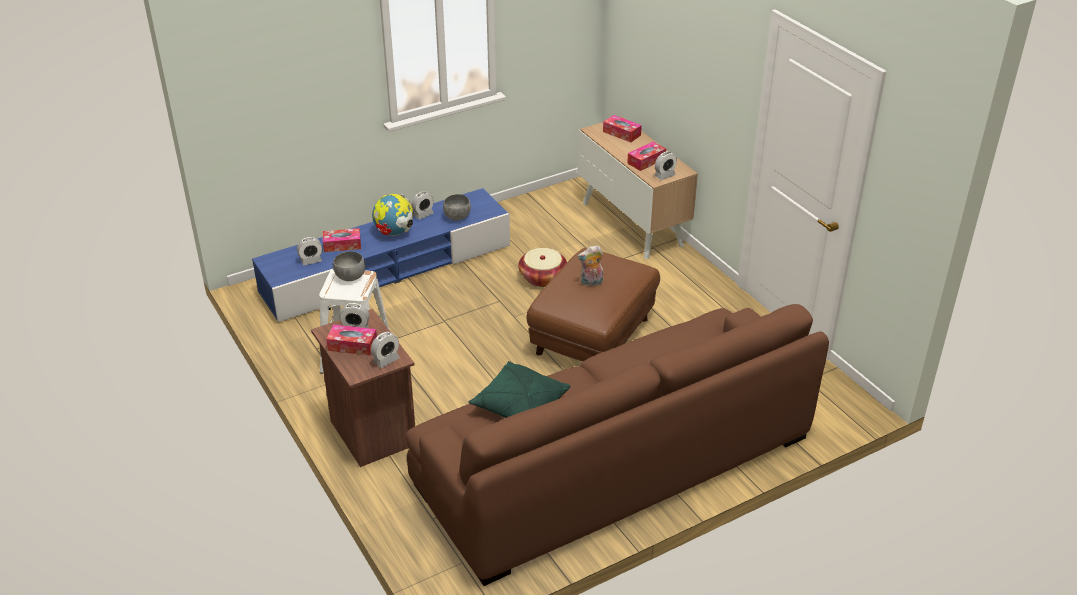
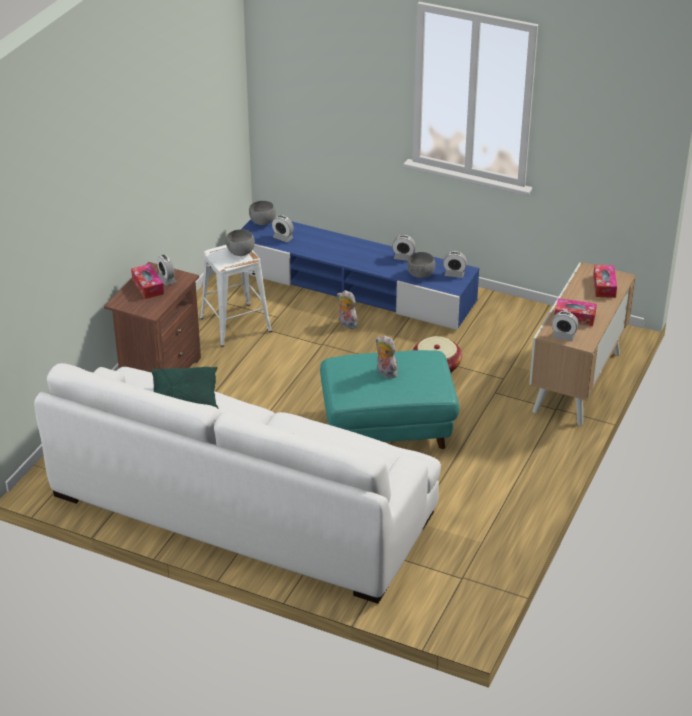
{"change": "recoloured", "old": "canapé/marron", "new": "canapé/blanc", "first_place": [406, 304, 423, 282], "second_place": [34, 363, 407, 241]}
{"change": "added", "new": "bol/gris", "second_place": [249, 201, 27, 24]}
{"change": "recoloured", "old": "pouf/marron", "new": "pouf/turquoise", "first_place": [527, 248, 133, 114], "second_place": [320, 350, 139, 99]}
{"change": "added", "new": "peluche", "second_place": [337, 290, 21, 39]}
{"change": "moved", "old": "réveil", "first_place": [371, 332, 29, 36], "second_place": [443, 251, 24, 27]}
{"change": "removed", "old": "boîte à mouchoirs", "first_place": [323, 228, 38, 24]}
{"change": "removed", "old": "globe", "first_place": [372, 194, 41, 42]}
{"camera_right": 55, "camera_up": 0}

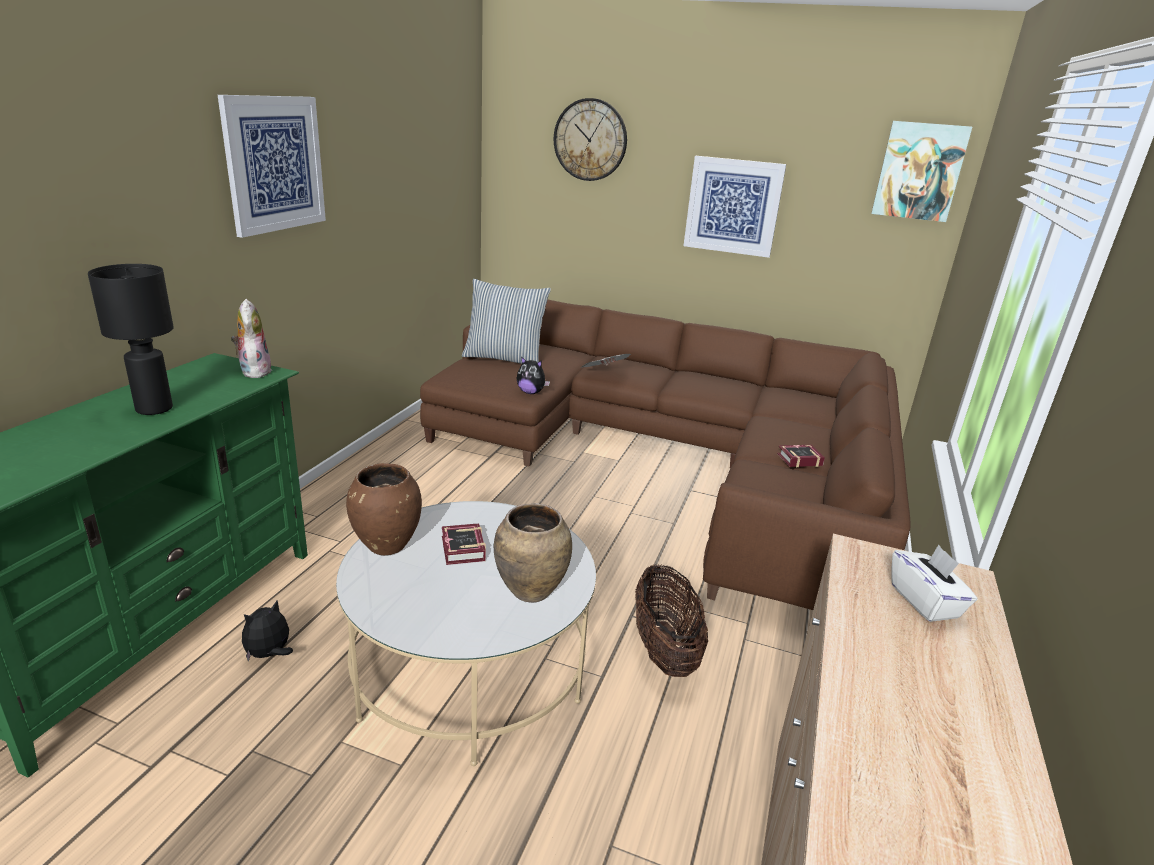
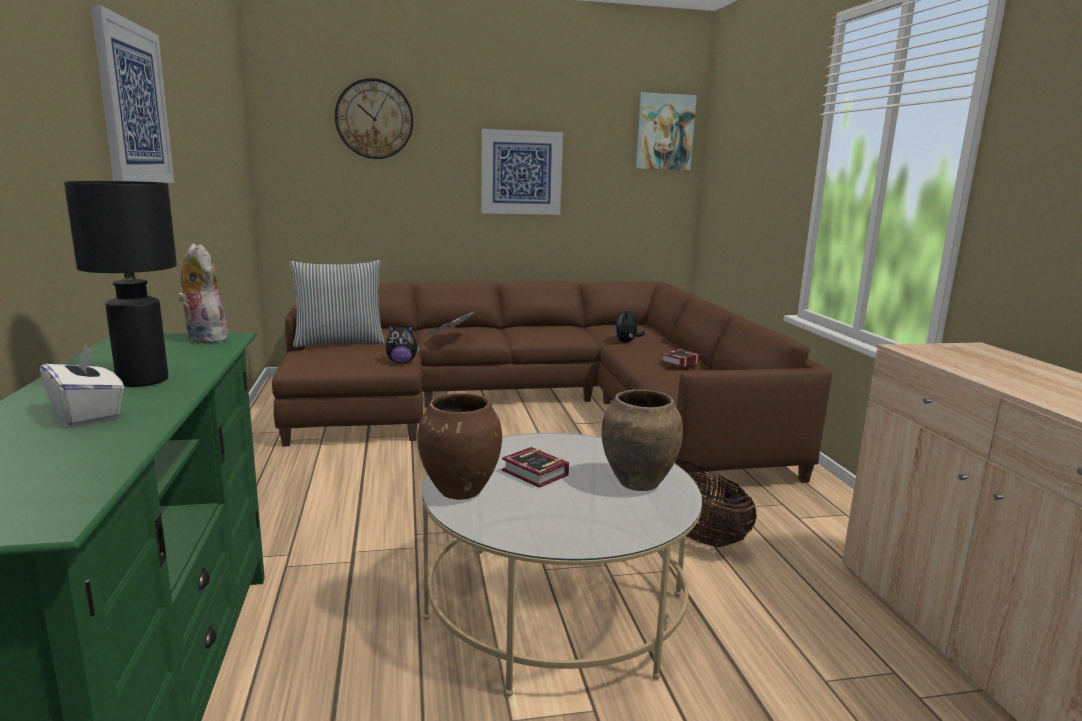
{"change": "moved", "old": "boîte à mouchoirs/blanc", "first_place": [891, 545, 87, 77], "second_place": [40, 345, 84, 82]}
{"change": "moved", "old": "peluche", "first_place": [242, 600, 51, 62], "second_place": [615, 310, 30, 32]}
{"camera_right": -30, "camera_up": -10}

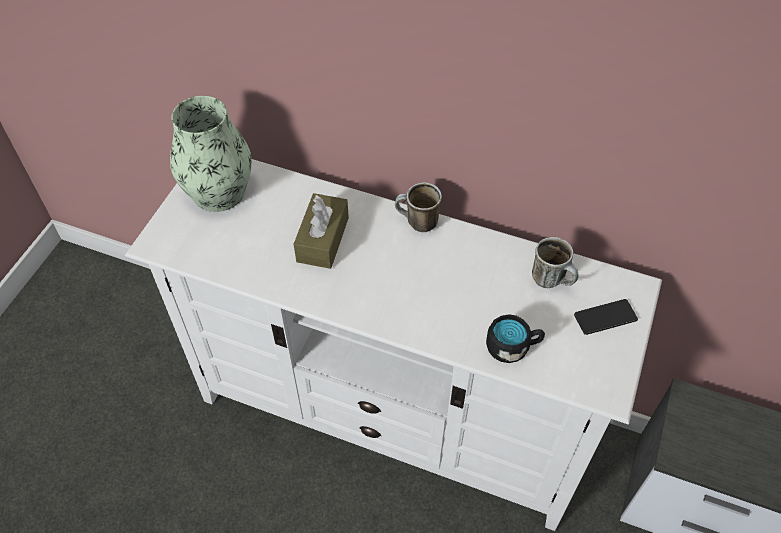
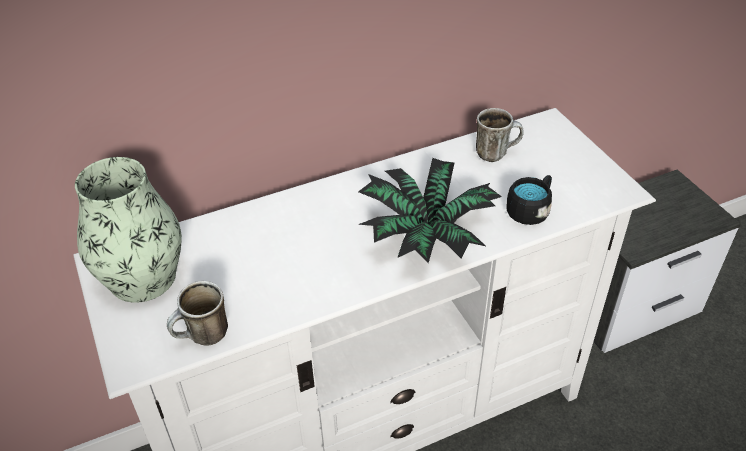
{"change": "moved", "old": "mug", "first_place": [395, 182, 47, 50], "second_place": [167, 281, 61, 65]}
{"change": "added", "new": "plante en pot", "second_place": [358, 158, 144, 105]}
{"change": "removed", "old": "boîte à mouchoirs/marron", "first_place": [294, 193, 55, 76]}
{"change": "removed", "old": "téléphone", "first_place": [574, 299, 64, 36]}
{"camera_right": -45, "camera_up": -10}

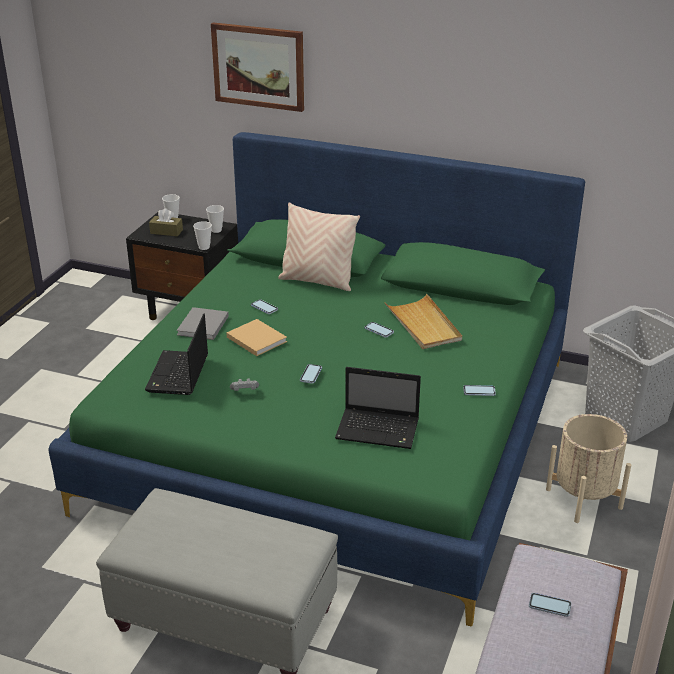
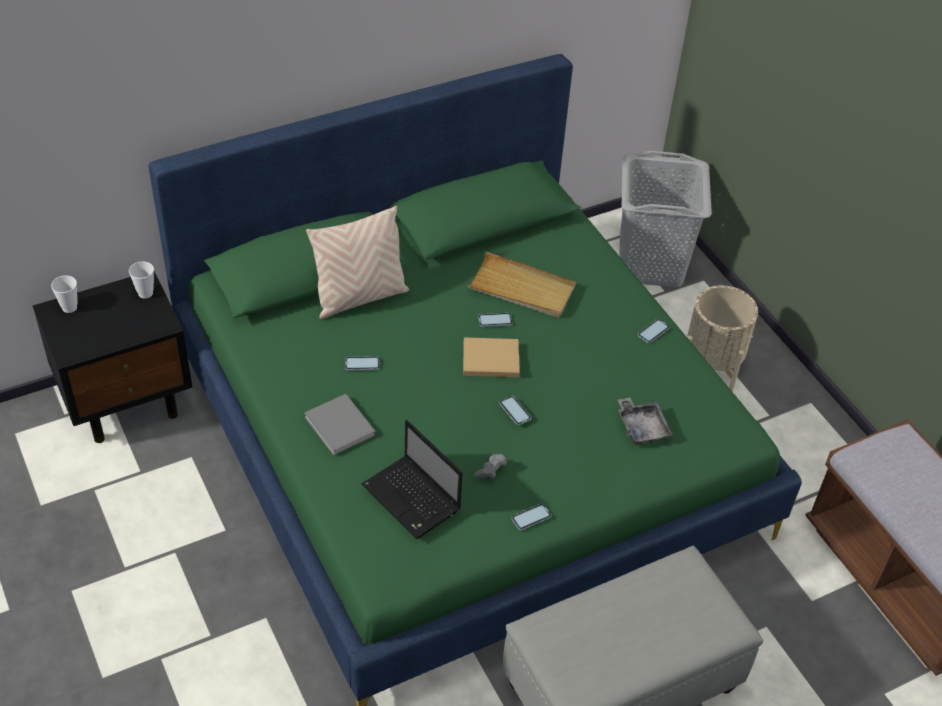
{"change": "moved", "old": "livre/beige", "first_place": [227, 319, 60, 37], "second_place": [463, 337, 57, 40]}
{"change": "moved", "old": "téléphone", "first_place": [529, 593, 43, 24], "second_place": [511, 503, 40, 28]}
{"change": "replaced", "old": "ordinateur portable", "new": "plateau/gris", "first_place": [335, 367, 86, 82], "second_place": [618, 398, 55, 47]}
{"change": "removed", "old": "boîte à mouchoirs/marron", "first_place": [149, 208, 34, 28]}
{"change": "removed", "old": "tasse", "first_place": [193, 221, 19, 29]}
{"change": "removed", "old": "tableau", "first_place": [211, 22, 93, 90]}
{"camera_right": -50, "camera_up": 15}

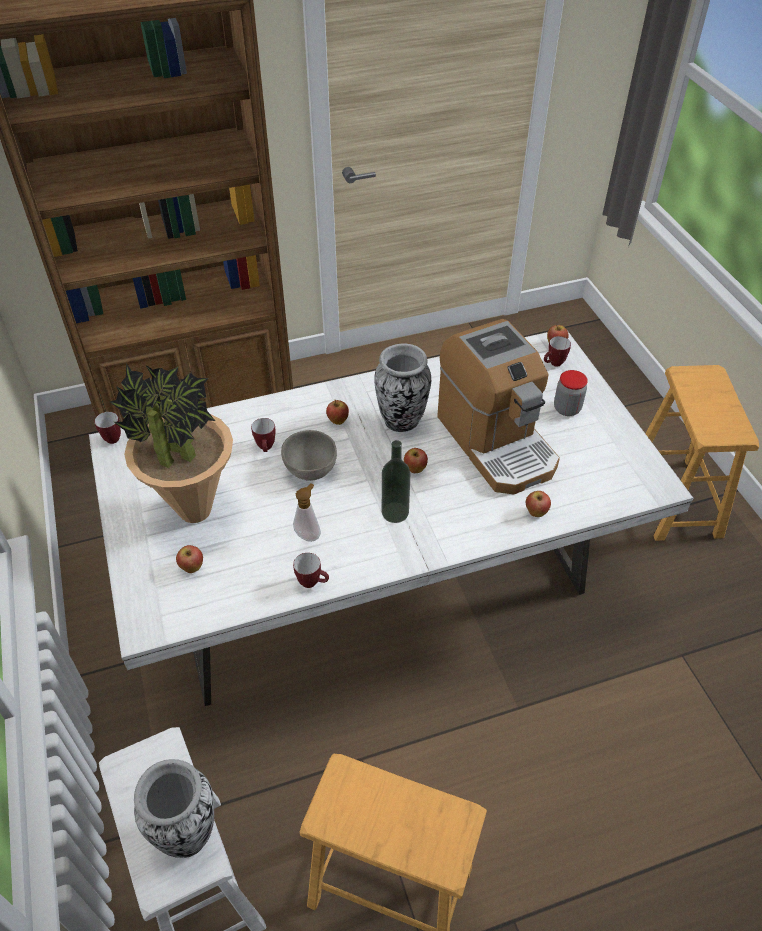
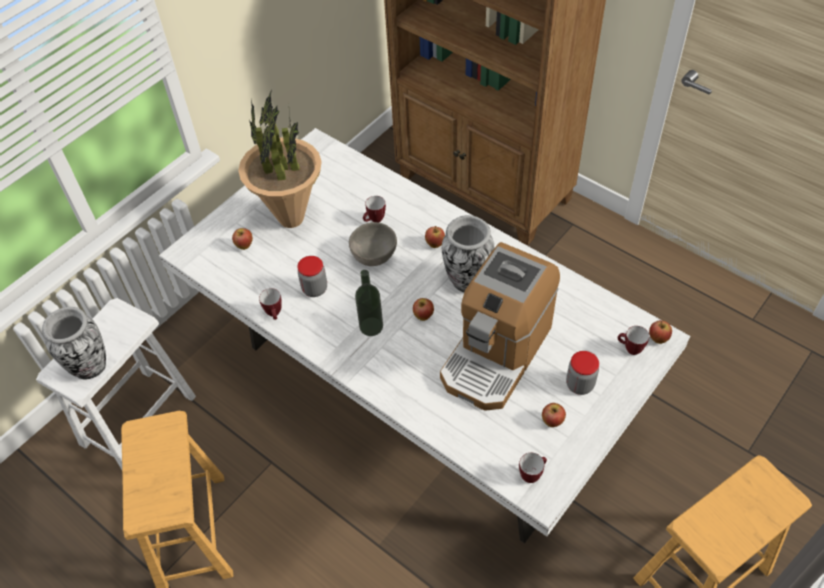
{"change": "replaced", "old": "distributeur de savon", "new": "bocal", "first_place": [293, 483, 28, 59], "second_place": [297, 256, 30, 41]}
{"change": "moved", "old": "mug", "first_place": [94, 412, 27, 32], "second_place": [519, 453, 28, 30]}
{"change": "moved", "old": "pomme", "first_place": [526, 491, 25, 26], "second_place": [542, 403, 24, 24]}
{"camera_right": 60, "camera_up": 5}

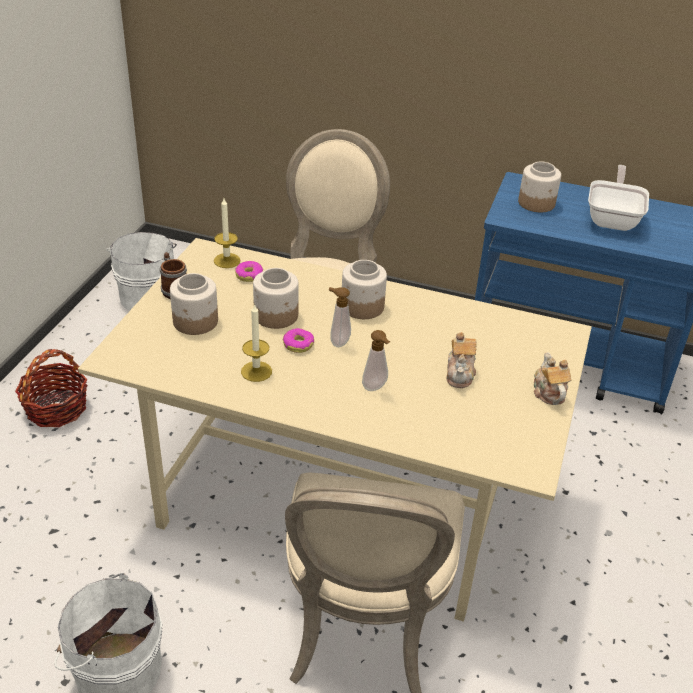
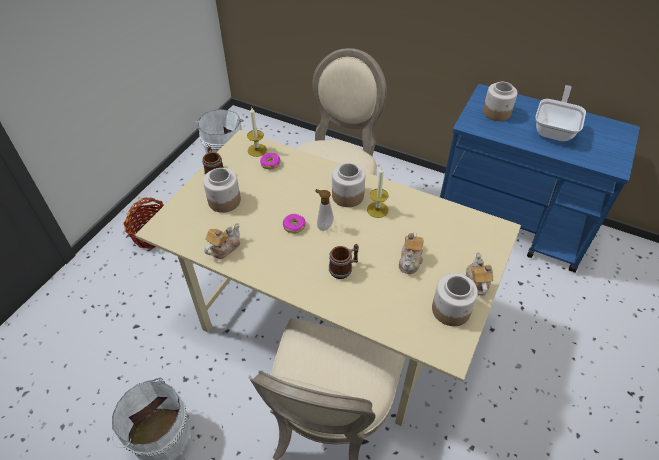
{"change": "added", "new": "théière", "second_place": [204, 223, 36, 36]}
{"change": "replaced", "old": "distributeur de savon", "new": "mug", "first_place": [362, 330, 28, 61], "second_place": [329, 244, 30, 35]}
{"change": "moved", "old": "bougie", "first_place": [241, 303, 31, 79], "second_place": [367, 167, 22, 51]}
{"change": "moved", "old": "bocal", "first_place": [253, 268, 46, 61], "second_place": [432, 273, 46, 53]}
{"camera_right": 10, "camera_up": 10}

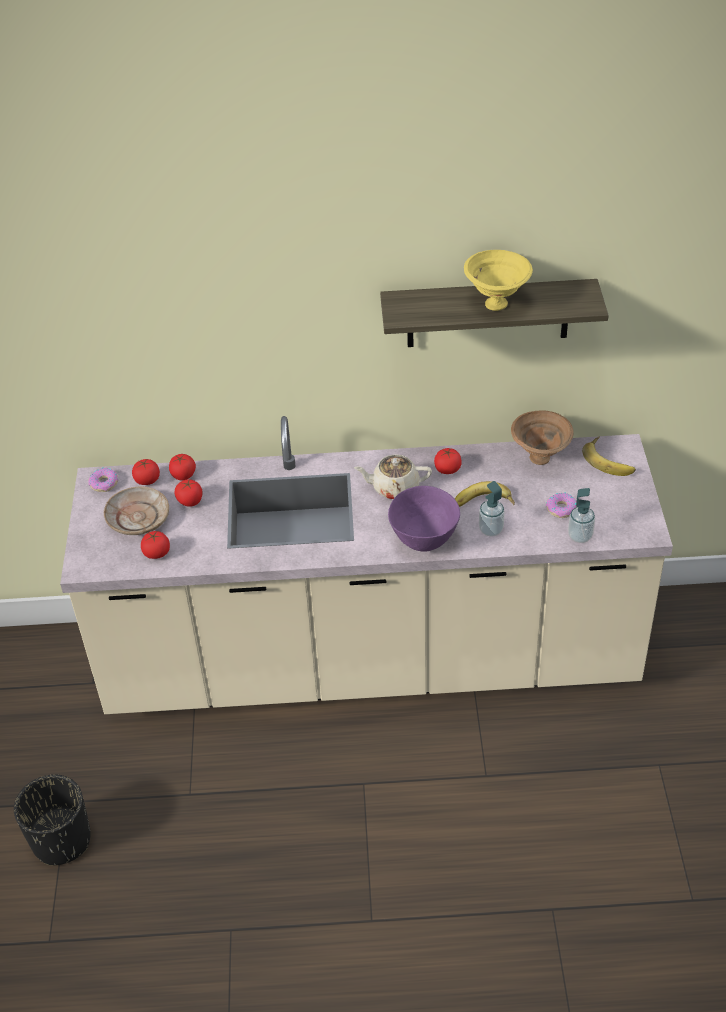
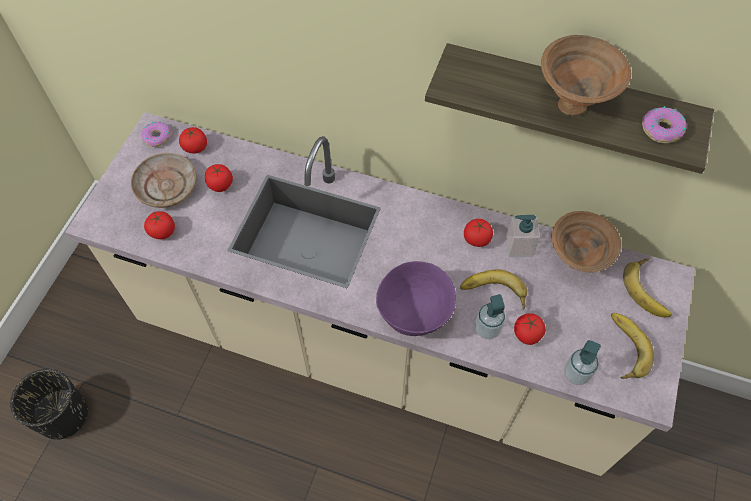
{"change": "added", "new": "distributeur de savon", "second_place": [506, 215, 34, 42]}
{"change": "moved", "old": "tomate", "first_place": [169, 454, 27, 27], "second_place": [514, 313, 32, 32]}
{"change": "recoloured", "old": "bol/jaune", "new": "bol/marron", "first_place": [464, 250, 69, 61], "second_place": [541, 35, 90, 81]}
{"change": "added", "new": "banane", "second_place": [611, 313, 43, 66]}
{"change": "moved", "old": "beignet", "first_place": [546, 492, 31, 26], "second_place": [642, 106, 45, 37]}
{"change": "removed", "old": "théière/beige", "first_place": [354, 454, 78, 45]}
{"camera_right": 20, "camera_up": 15}

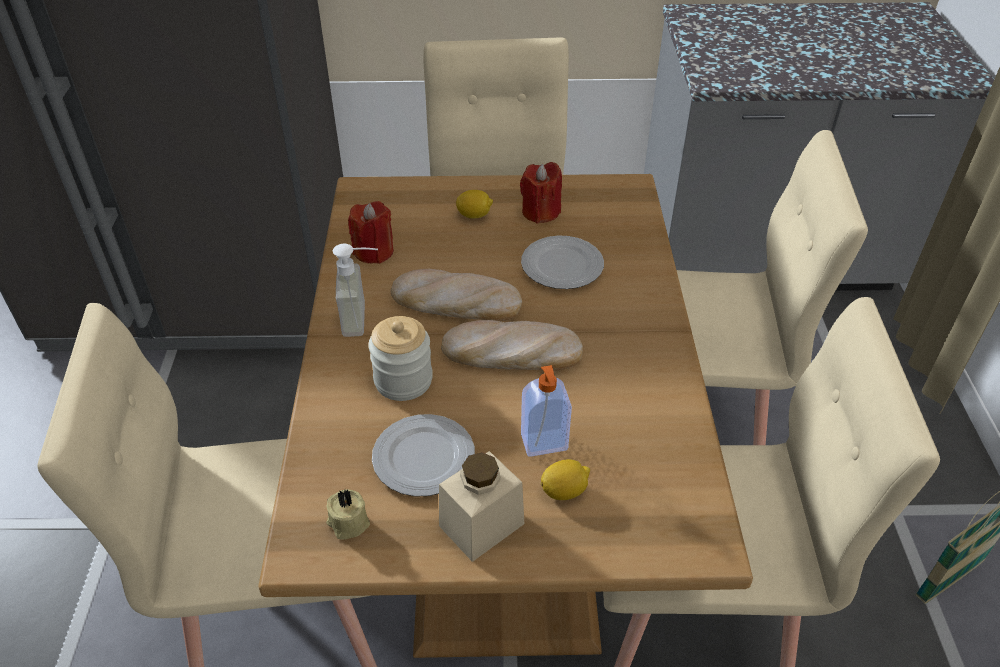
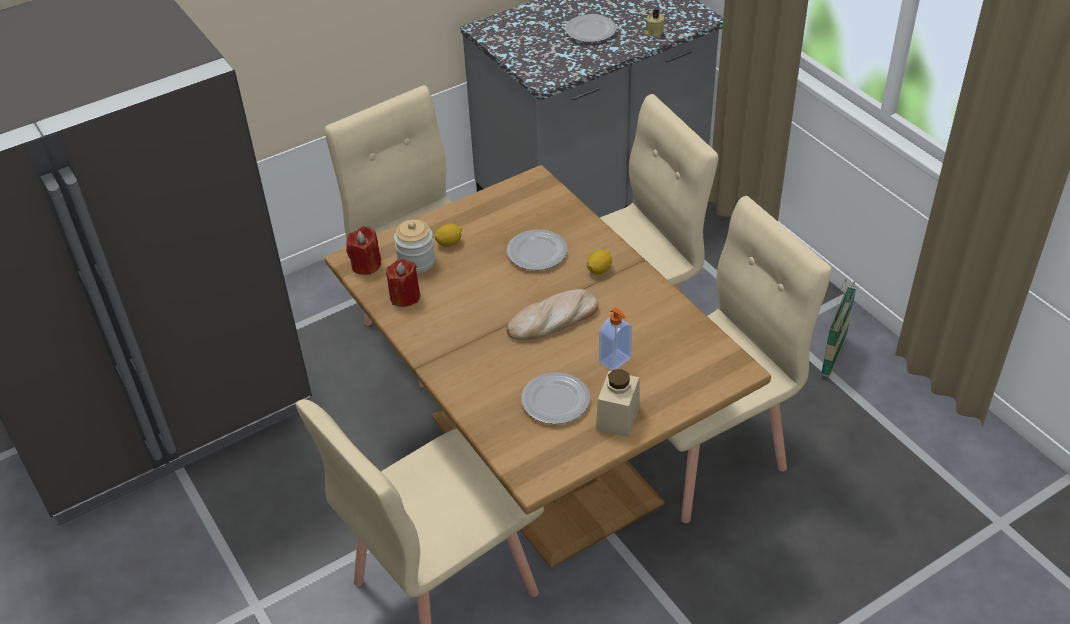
{"change": "moved", "old": "bougie/rouge", "first_place": [520, 162, 42, 62], "second_place": [346, 226, 35, 49]}
{"change": "moved", "old": "bocal", "first_place": [368, 316, 65, 85], "second_place": [394, 220, 41, 54]}
{"change": "added", "new": "assiette", "second_place": [565, 14, 52, 28]}
{"change": "moved", "old": "citron", "first_place": [541, 459, 49, 41], "second_place": [587, 249, 25, 25]}
{"change": "moved", "old": "bougie/beige", "first_place": [326, 490, 44, 50], "second_place": [644, 10, 20, 27]}
{"change": "removed", "old": "distributeur de savon", "first_place": [333, 244, 45, 93]}
{"change": "removed", "old": "pain", "first_place": [390, 269, 132, 52]}
{"camera_right": -30, "camera_up": 0}

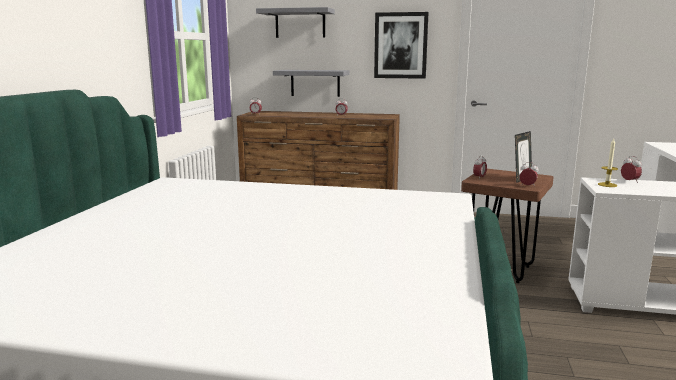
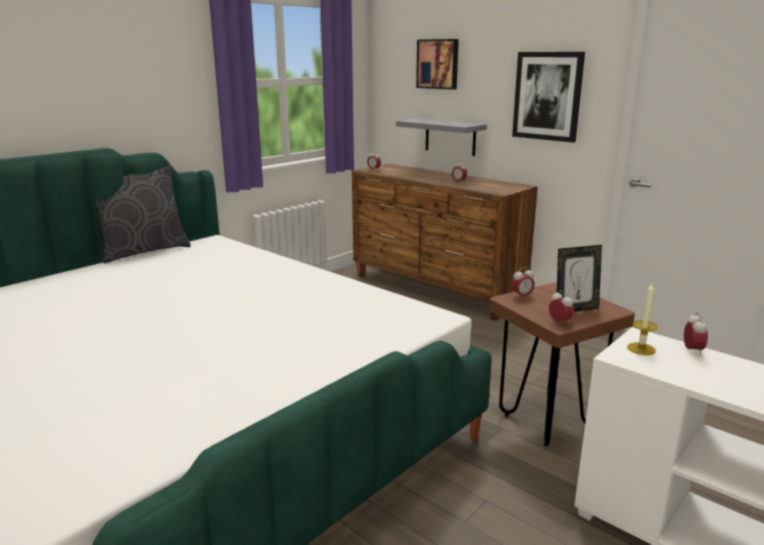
{"change": "added", "new": "coussin/gris", "second_place": [96, 165, 95, 98]}
{"change": "replaced", "old": "étagère/gris", "new": "tableau", "first_place": [256, 7, 79, 31], "second_place": [416, 39, 43, 51]}
{"camera_right": 30, "camera_up": 5}

